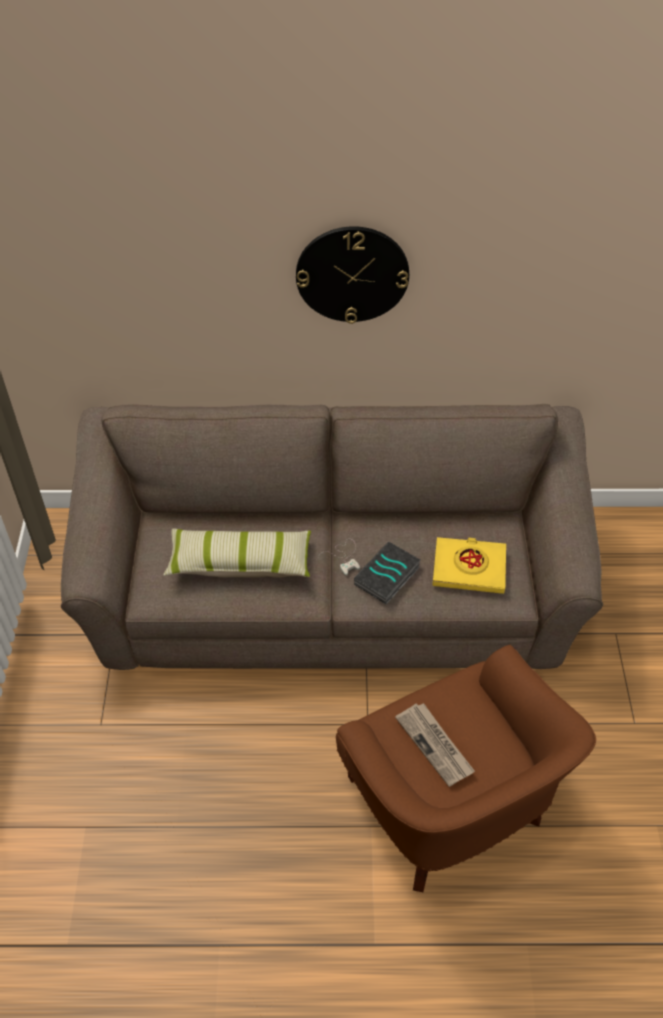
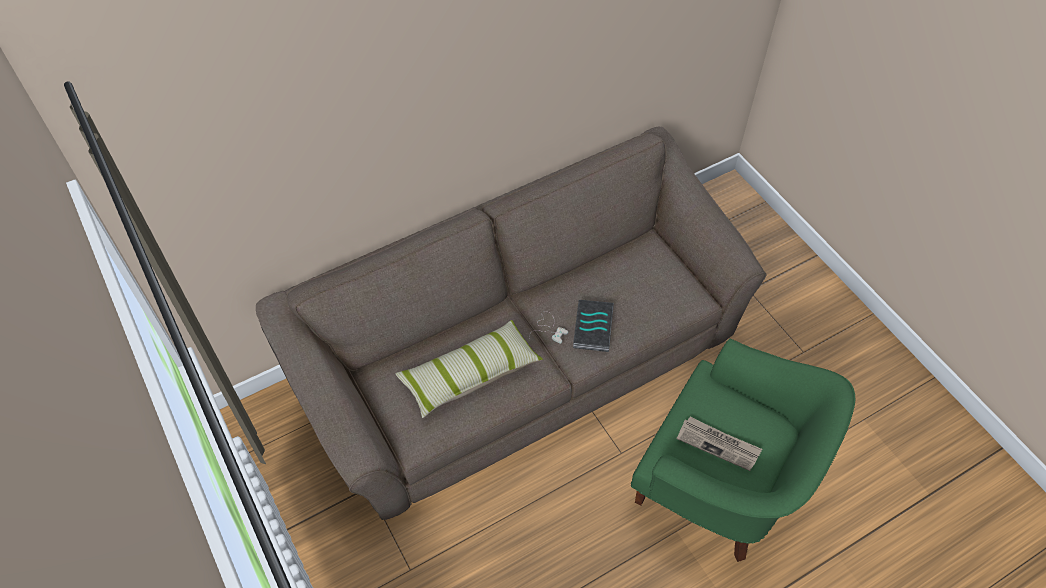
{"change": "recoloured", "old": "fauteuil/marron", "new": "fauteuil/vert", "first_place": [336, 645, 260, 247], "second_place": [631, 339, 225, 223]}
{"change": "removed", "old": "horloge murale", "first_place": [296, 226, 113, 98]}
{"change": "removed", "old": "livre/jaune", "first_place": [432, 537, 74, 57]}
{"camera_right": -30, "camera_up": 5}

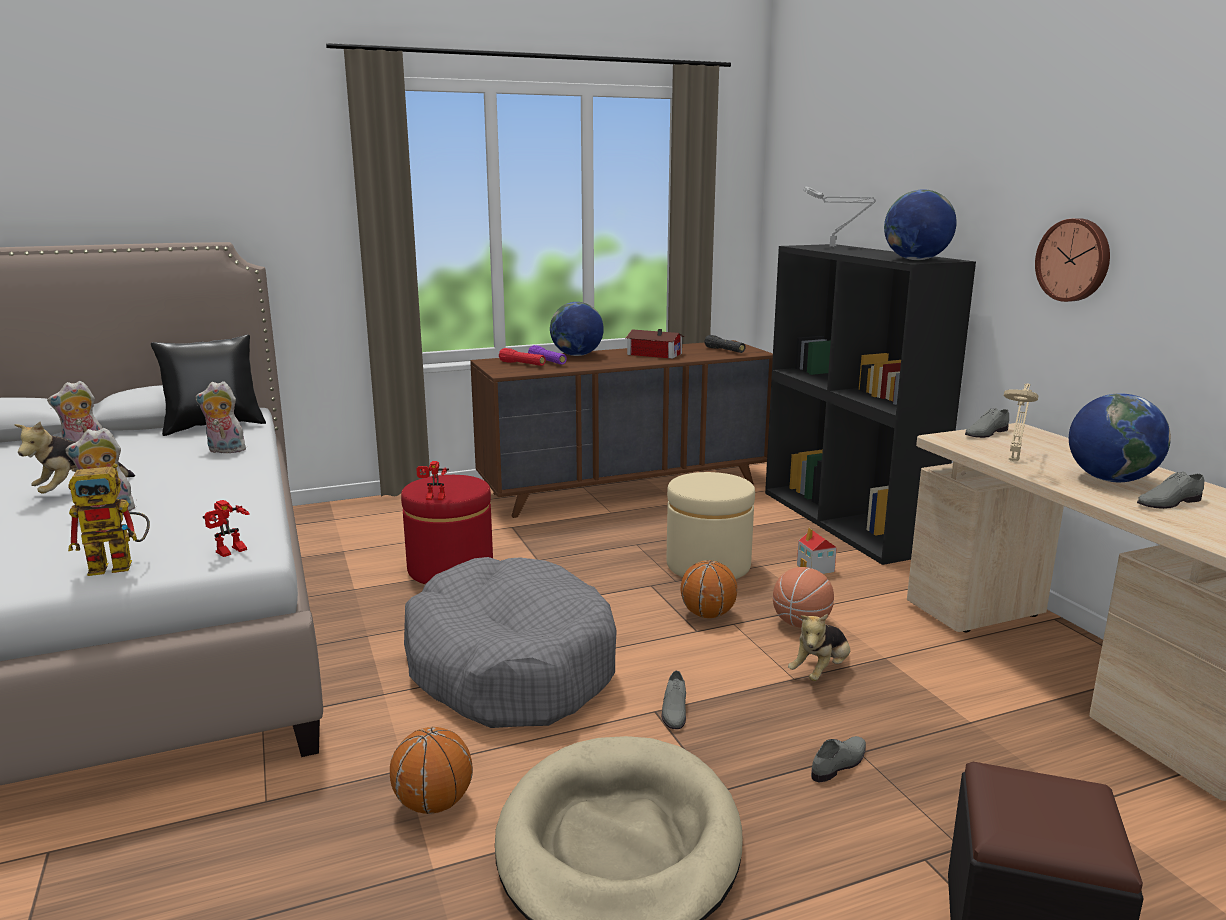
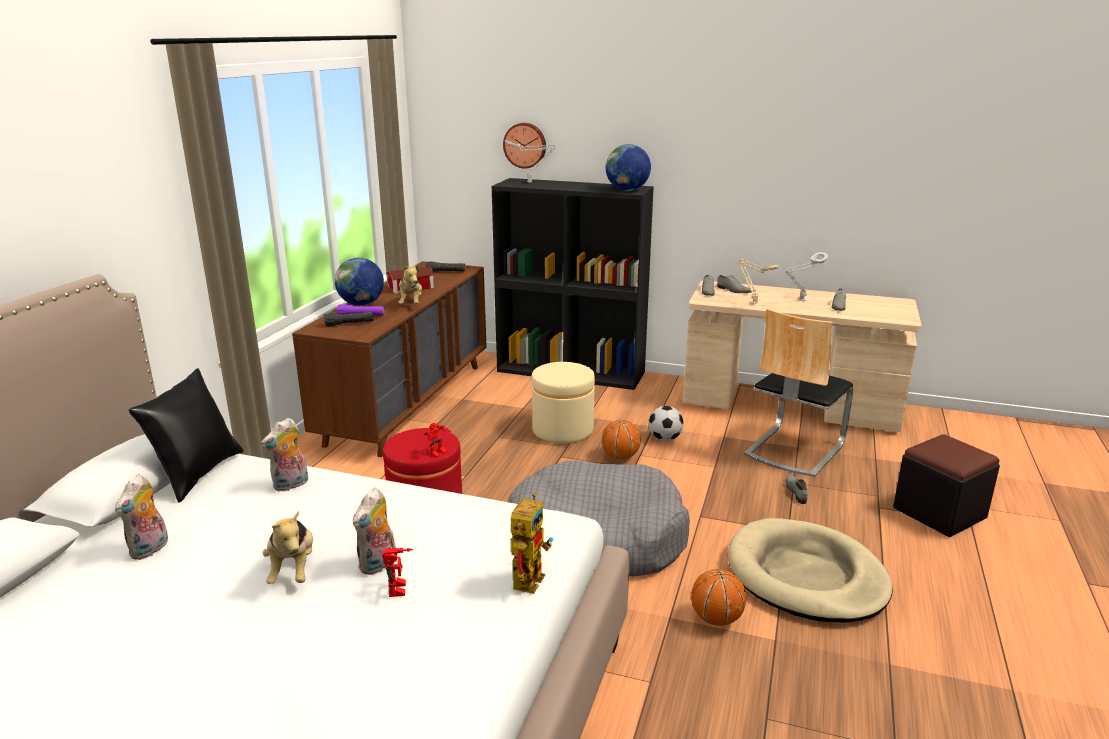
{"change": "recoloured", "old": "lampe de poche/rouge", "new": "lampe de poche/noir", "first_place": [499, 348, 47, 18], "second_place": [324, 312, 49, 15]}
{"change": "moved", "old": "robot jouet", "first_place": [203, 500, 47, 57], "second_place": [382, 547, 31, 50]}
{"change": "moved", "old": "peluche", "first_place": [788, 614, 62, 67], "second_place": [395, 263, 27, 41]}
{"change": "moved", "old": "horloge murale", "first_place": [1035, 218, 75, 84], "second_place": [503, 123, 43, 46]}
{"change": "replaced", "old": "ballon de basket", "new": "ballon de foot", "first_place": [773, 567, 61, 61], "second_place": [648, 406, 36, 35]}
{"change": "moved", "old": "chaussure/gris", "first_place": [662, 671, 24, 58], "second_place": [717, 275, 34, 18]}
{"change": "added", "new": "chaise", "second_place": [744, 308, 109, 169]}
{"change": "replaced", "old": "globe", "new": "lampe de table/gris", "first_place": [1069, 393, 102, 89], "second_place": [785, 252, 43, 50]}
{"change": "removed", "old": "maison miniature", "first_place": [797, 528, 40, 46]}
{"camera_right": -50, "camera_up": 5}

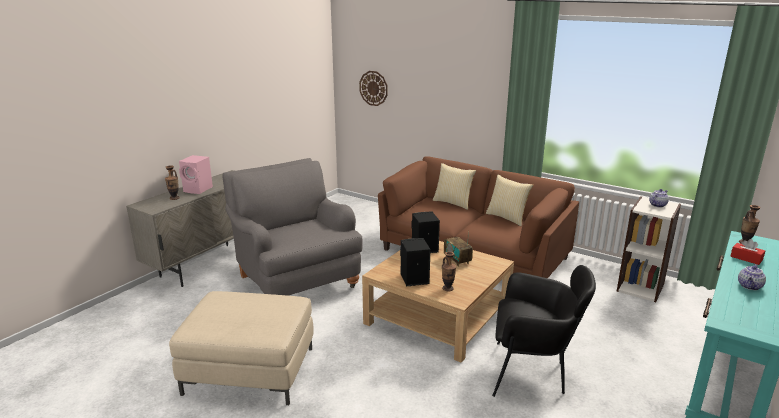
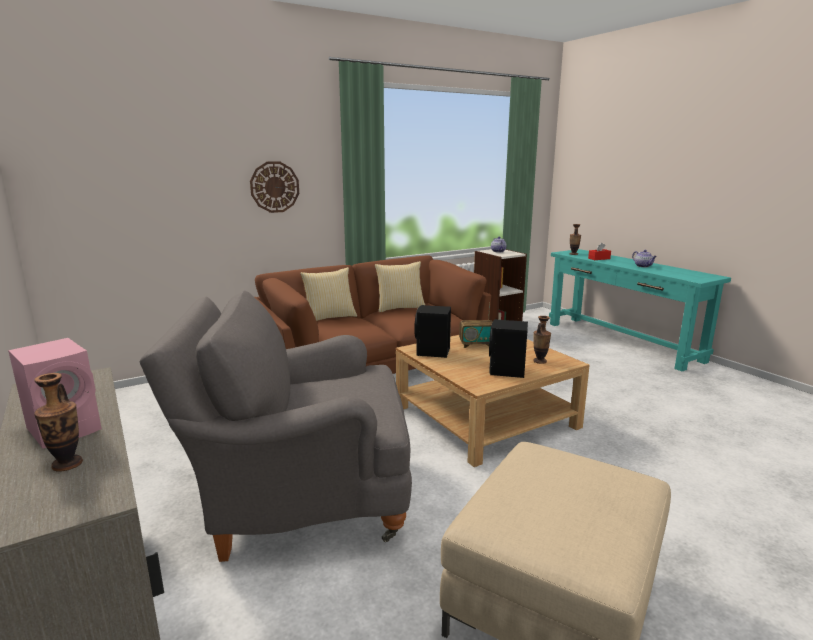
{"change": "moved", "old": "horloge murale", "first_place": [359, 71, 29, 35], "second_place": [250, 162, 49, 51]}
{"change": "removed", "old": "fauteuil/noir", "first_place": [492, 265, 104, 132]}
{"camera_right": -65, "camera_up": -5}

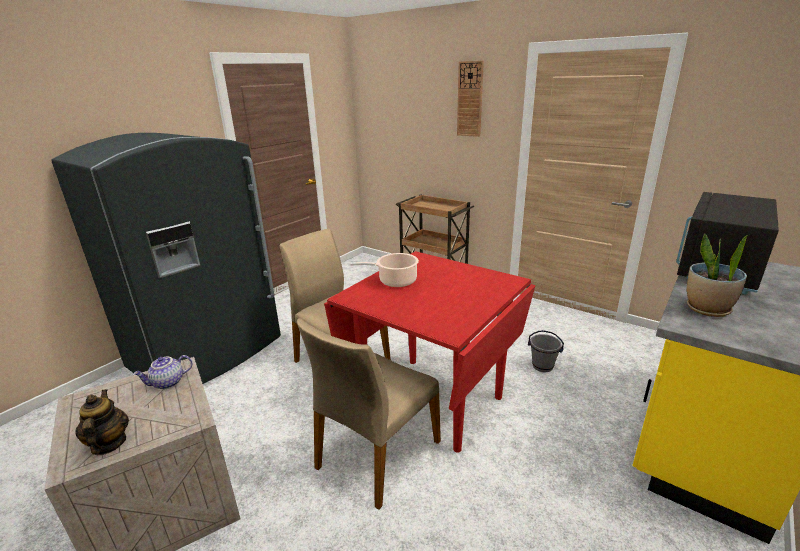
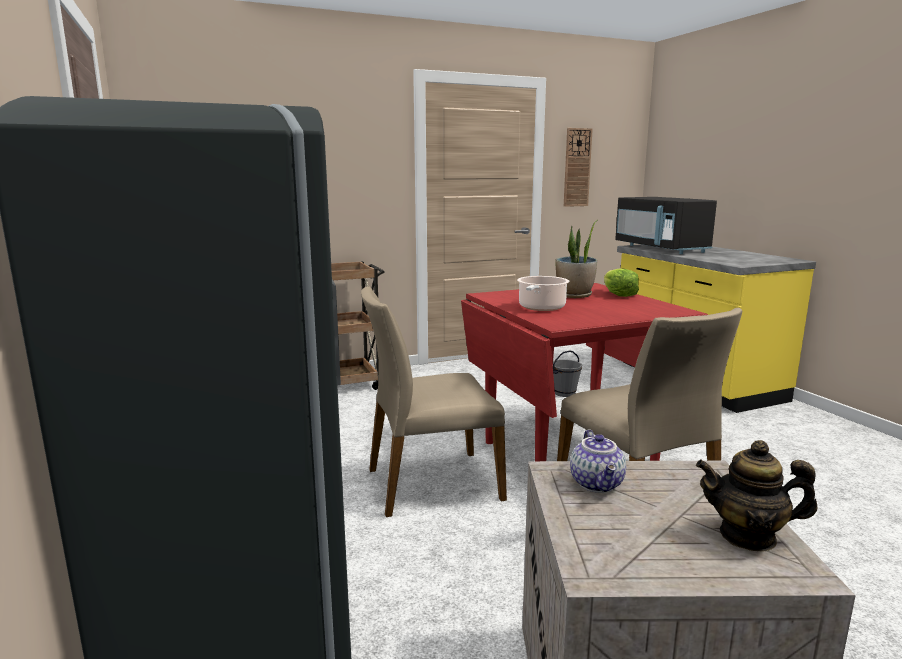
{"change": "moved", "old": "plante en pot", "first_place": [687, 234, 61, 83], "second_place": [555, 220, 42, 78]}
{"change": "moved", "old": "horloge murale", "first_place": [457, 61, 27, 76], "second_place": [564, 128, 29, 79]}
{"change": "added", "new": "laitue", "second_place": [604, 268, 35, 29]}
{"camera_right": -60, "camera_up": -10}

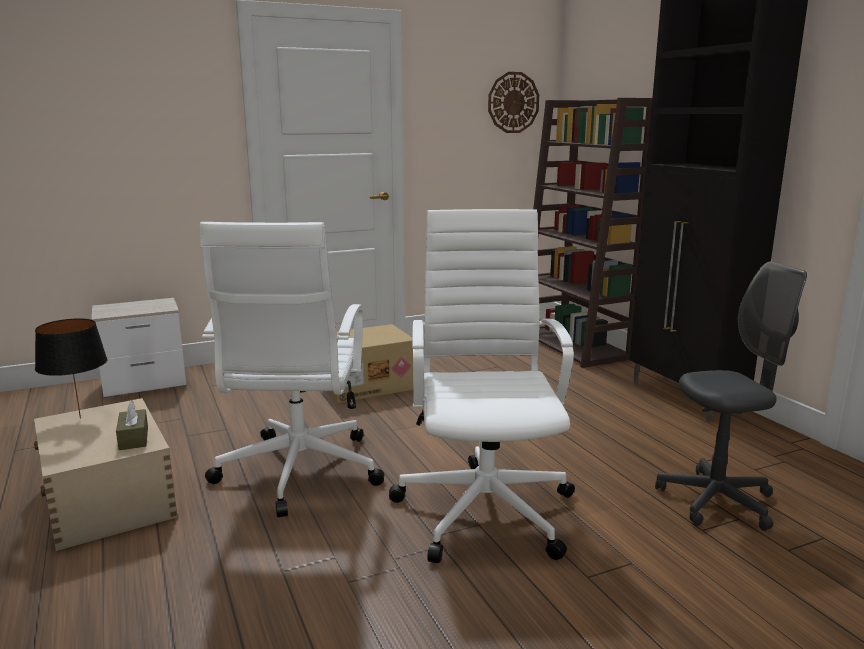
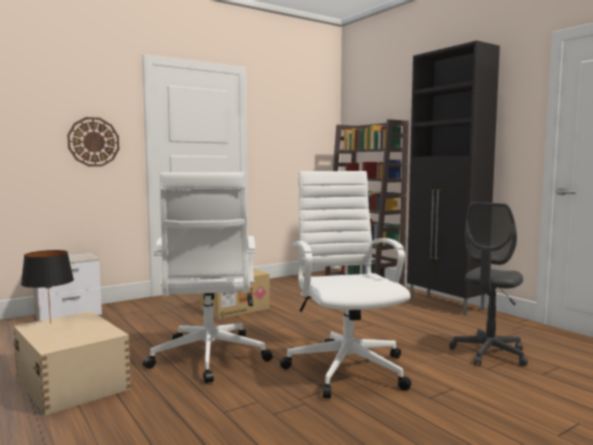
{"change": "moved", "old": "horloge murale", "first_place": [488, 72, 51, 61], "second_place": [67, 117, 52, 50]}
{"change": "turned", "old": "chaise de bureau/gris", "first_place": [655, 261, 152, 270], "second_place": [449, 202, 79, 164], "degrees": 150}
{"change": "removed", "old": "boîte à mouchoirs/marron", "first_place": [116, 401, 32, 49]}
{"camera_right": -10, "camera_up": -10}

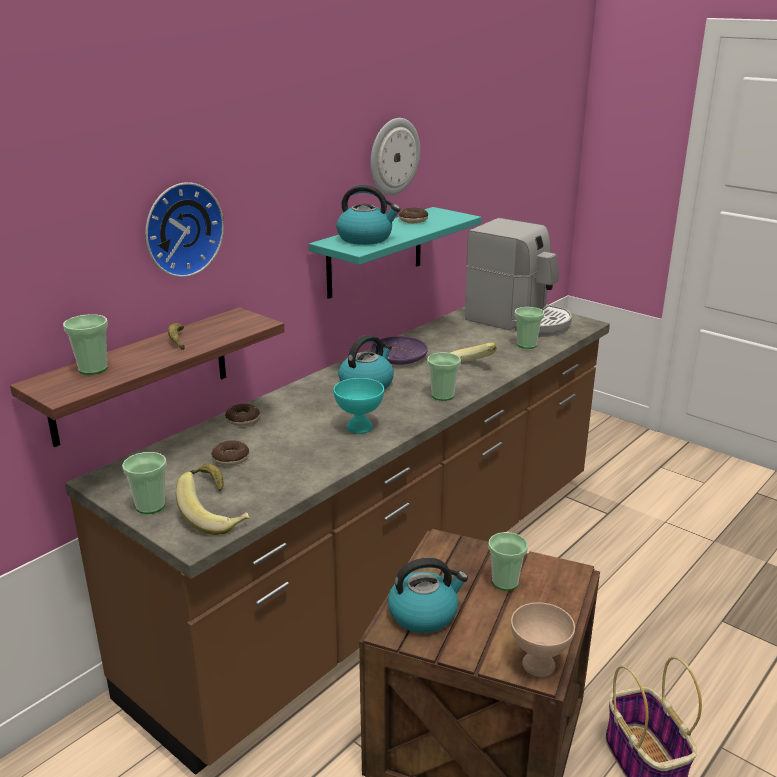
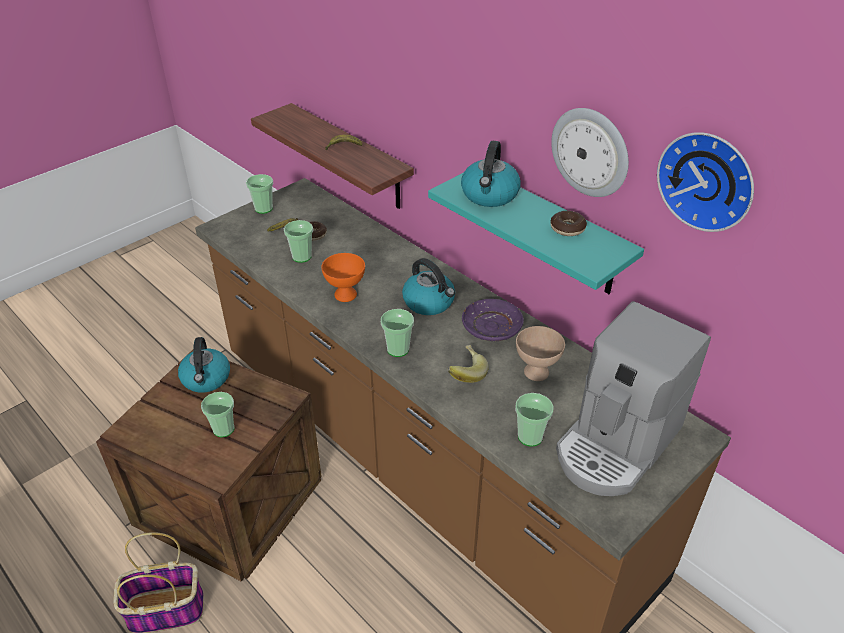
{"change": "moved", "old": "tasse", "first_place": [63, 314, 45, 61], "second_place": [284, 220, 29, 43]}
{"change": "recoloured", "old": "bol/turquoise", "new": "bol/orange", "first_place": [333, 378, 51, 56], "second_place": [321, 253, 44, 49]}
{"change": "moved", "old": "bol/beige", "first_place": [511, 602, 64, 75], "second_place": [516, 326, 49, 55]}
{"change": "moved", "old": "horloge murale", "first_place": [145, 182, 79, 95], "second_place": [657, 132, 97, 100]}
{"change": "removed", "old": "banane", "first_place": [176, 472, 74, 63]}
{"change": "removed", "old": "beignet", "first_place": [225, 404, 35, 22]}
{"camera_right": 95, "camera_up": 15}

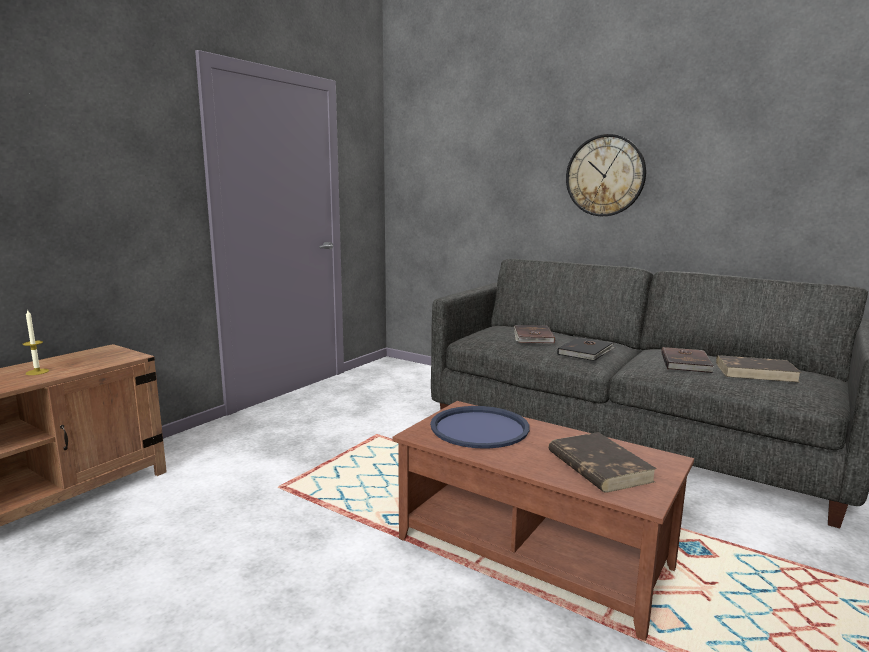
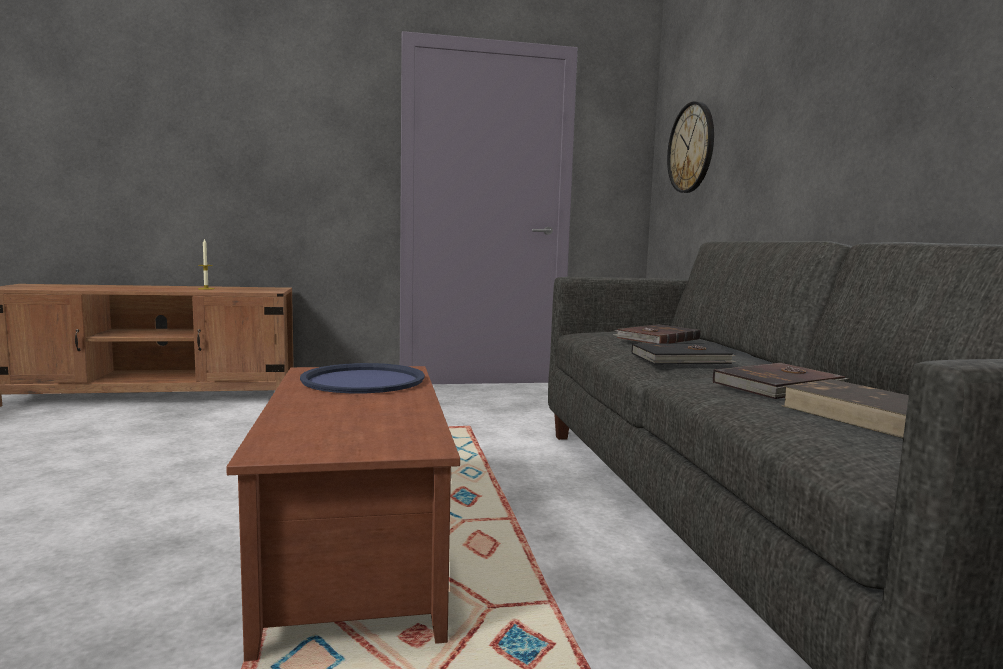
{"change": "moved", "old": "horloge murale", "first_place": [566, 134, 80, 82], "second_place": [667, 101, 47, 92]}
{"change": "removed", "old": "livre/marron", "first_place": [549, 432, 108, 61]}
{"camera_right": 45, "camera_up": -5}

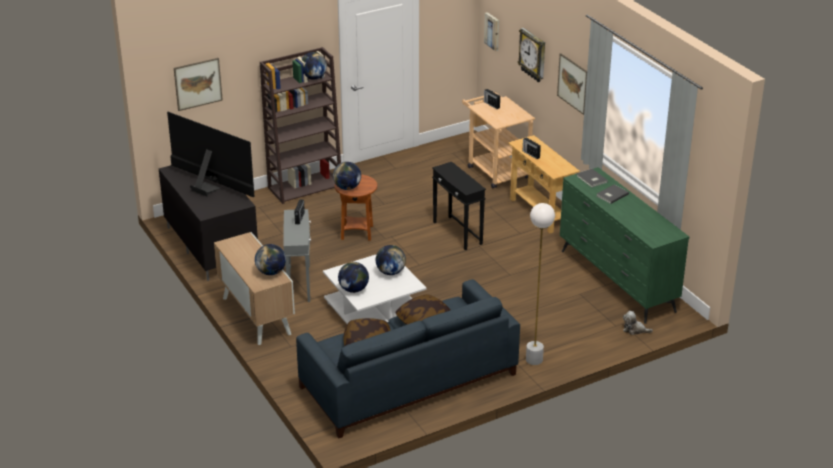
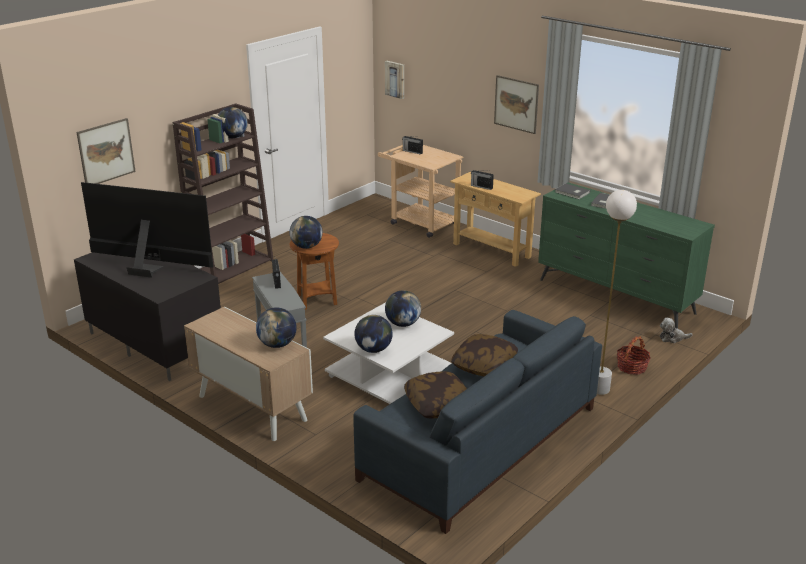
{"change": "added", "new": "panier", "second_place": [617, 336, 34, 39]}
{"change": "removed", "old": "table d'appoint/noir", "first_place": [432, 162, 54, 88]}
{"change": "removed", "old": "horloge murale", "first_place": [518, 28, 27, 54]}
{"camera_right": -20, "camera_up": -5}

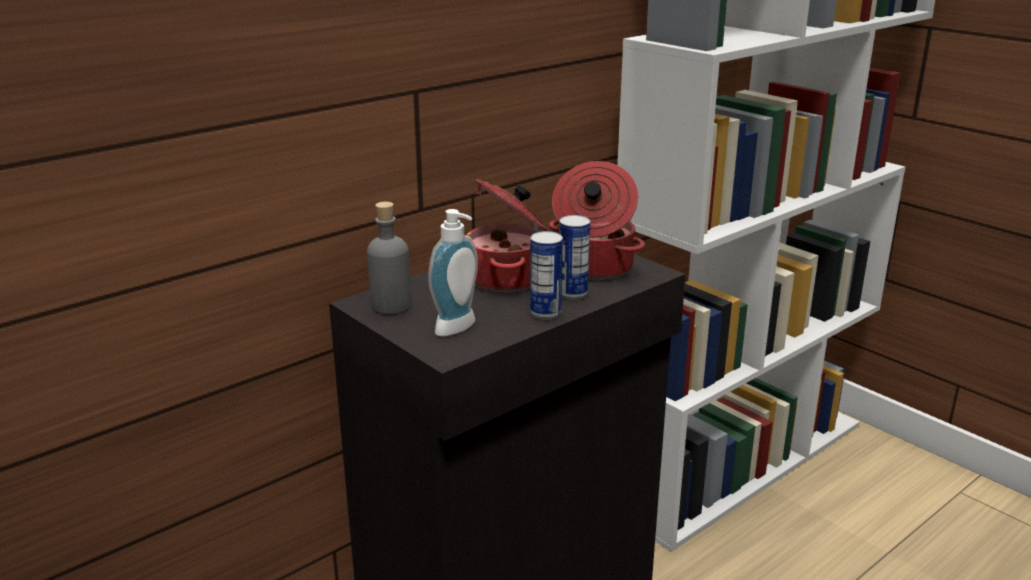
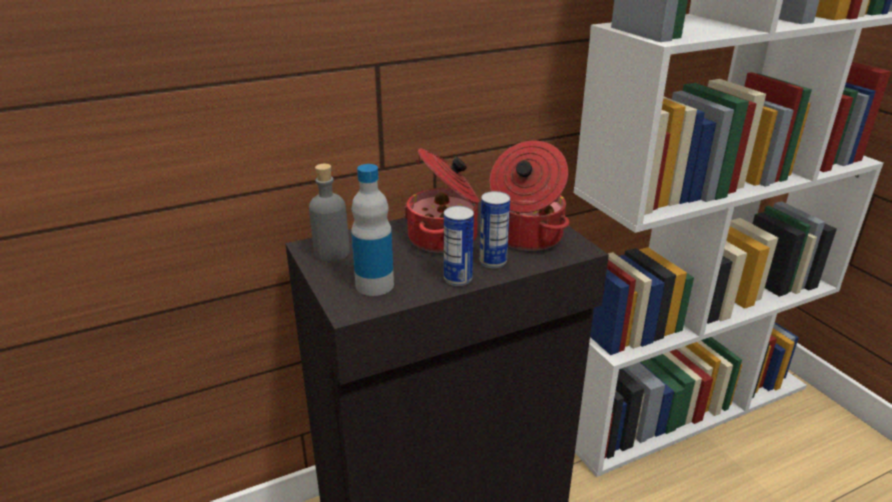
{"change": "replaced", "old": "distributeur de savon", "new": "bouteille", "first_place": [428, 209, 50, 128], "second_place": [351, 164, 43, 132]}
{"camera_right": 15, "camera_up": 5}

